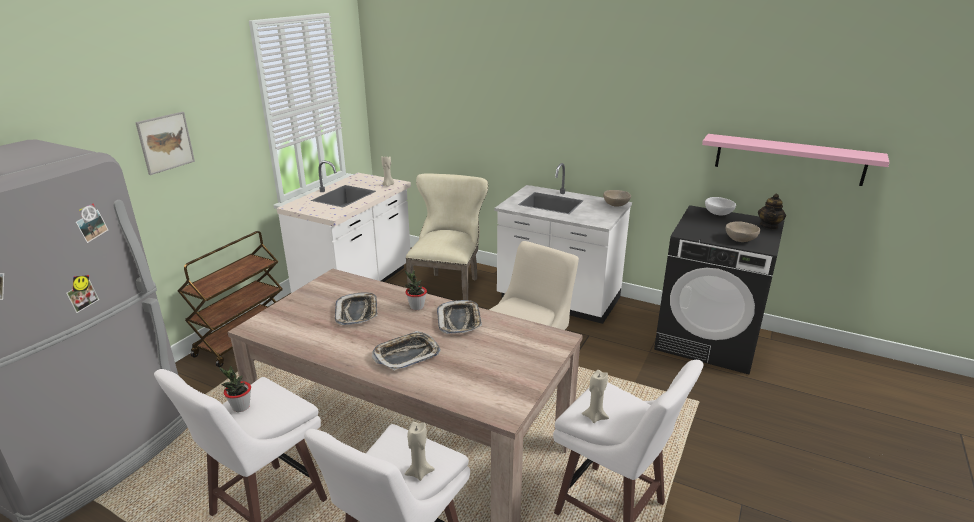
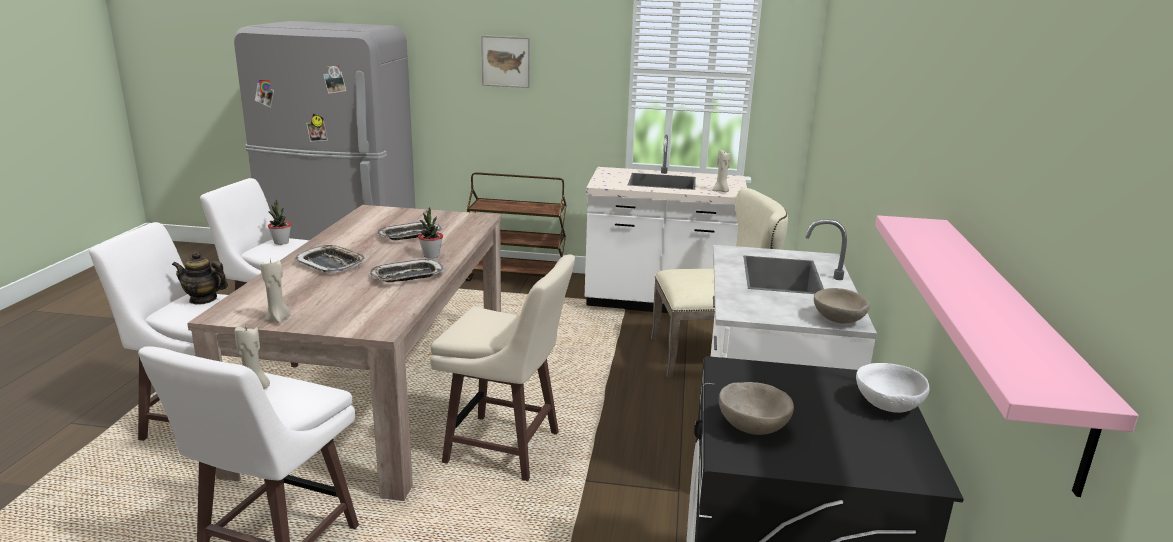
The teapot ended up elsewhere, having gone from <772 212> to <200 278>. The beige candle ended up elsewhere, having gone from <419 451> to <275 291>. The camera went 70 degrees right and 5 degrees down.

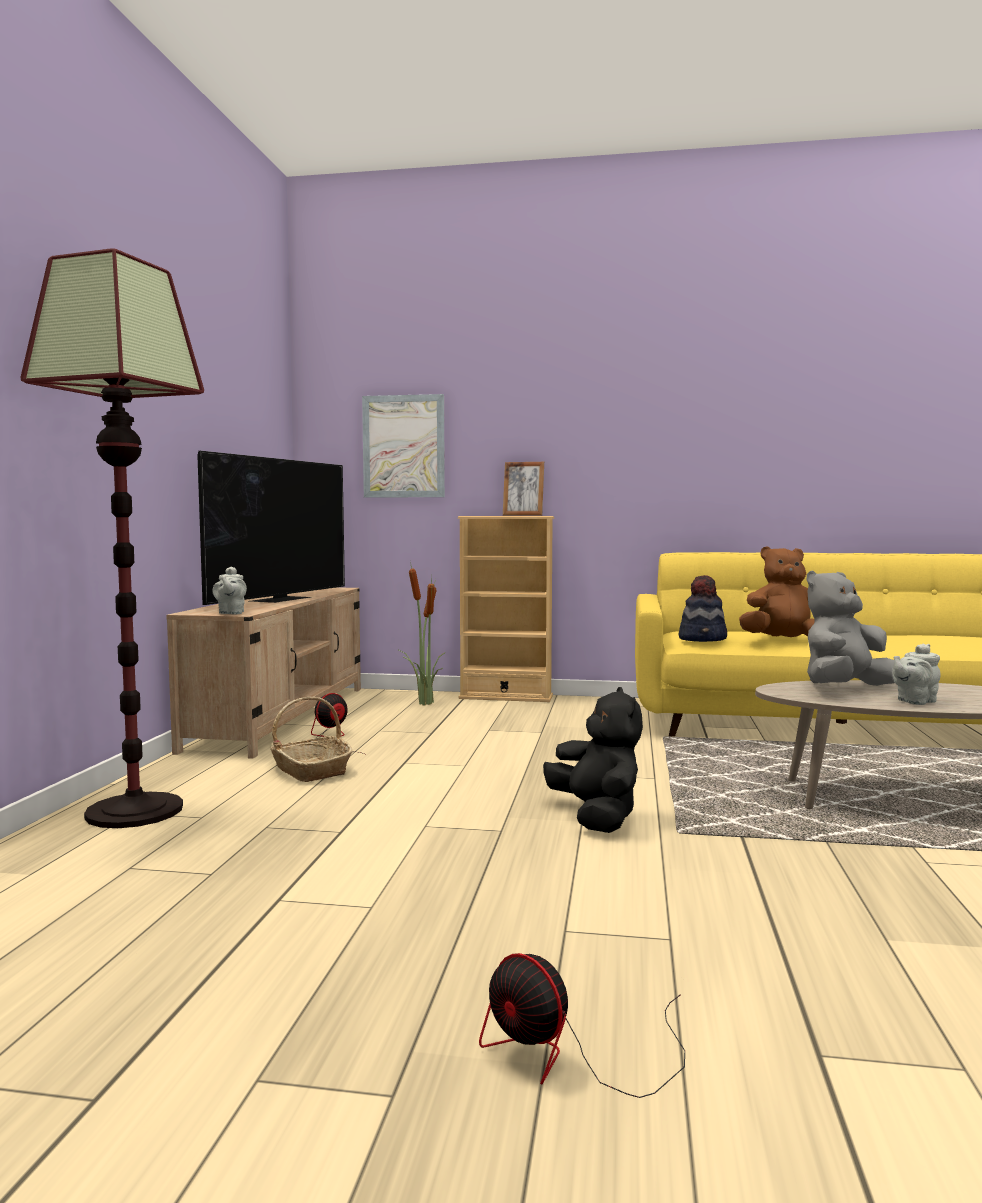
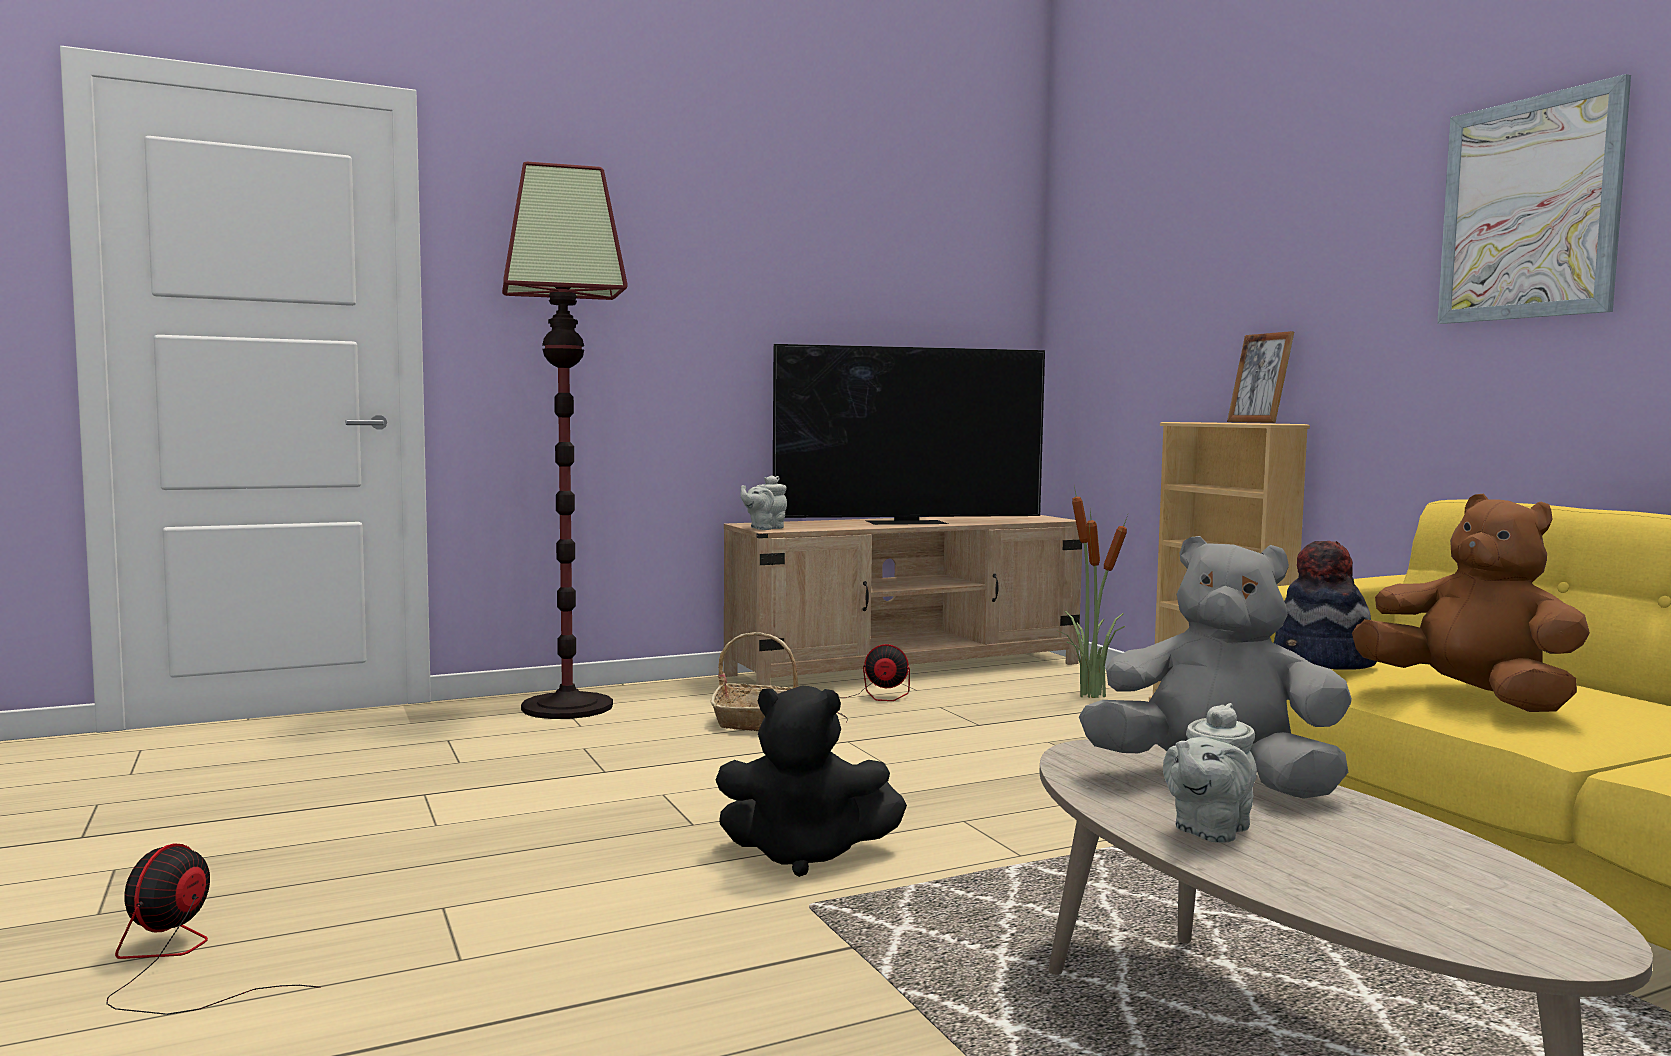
The picture ended up elsewhere, having gone from <403 446> to <1534 199>. The grey teapot at <916 674> ended up facing another way, 75 degrees counterclockwise from before. The black plush toy at <593 760> ended up facing another way, 60 degrees clockwise from before. The camera went 55 degrees right and 0 degrees up.

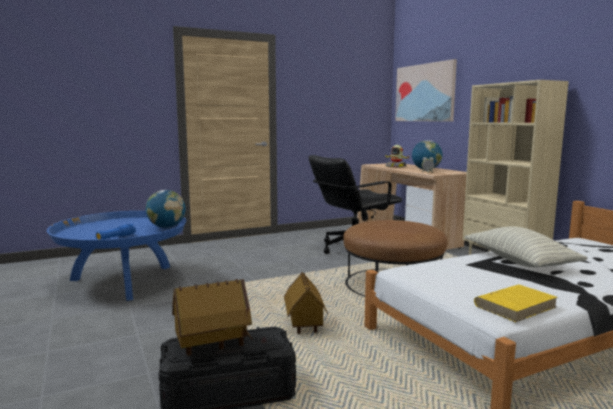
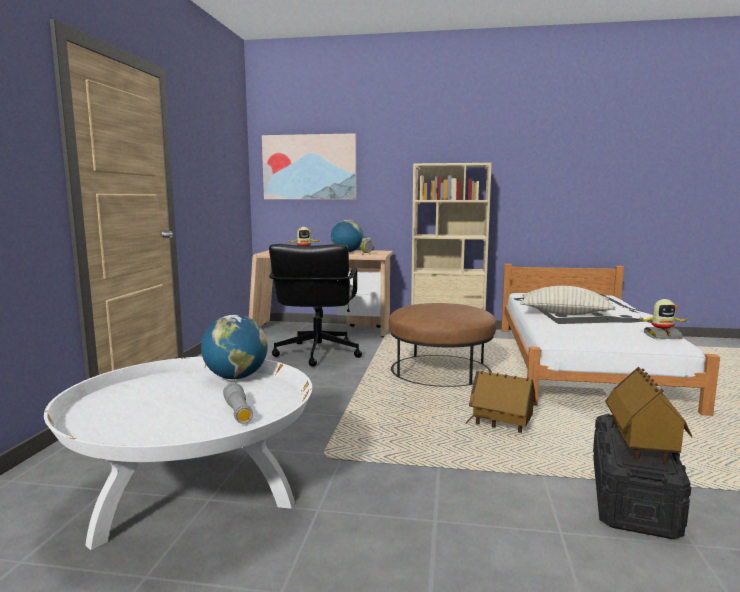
What was the blue coffee table at <116 256> turned into the white coffee table at <178 453>. What was the blue flashlight at <116 232> turned into the grey flashlight at <238 403>. Where the yellow book stood at <516 303>, the toy robot came to stand at <663 319>. The camera went 55 degrees left and 0 degrees up.

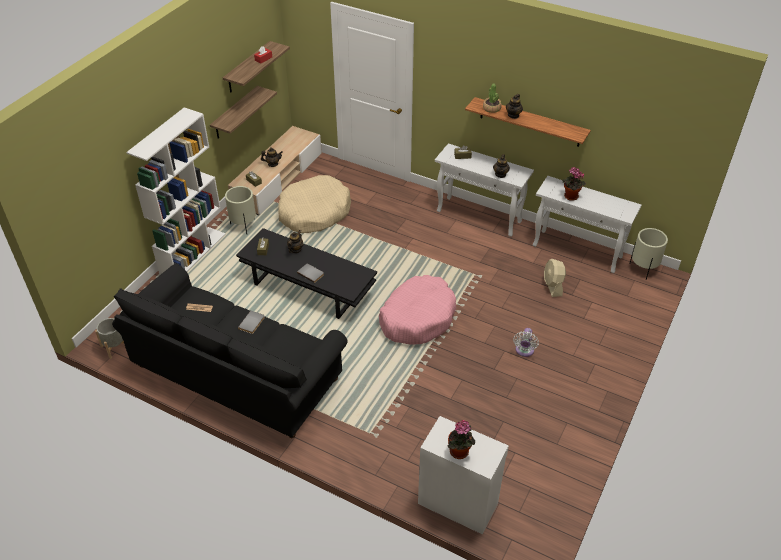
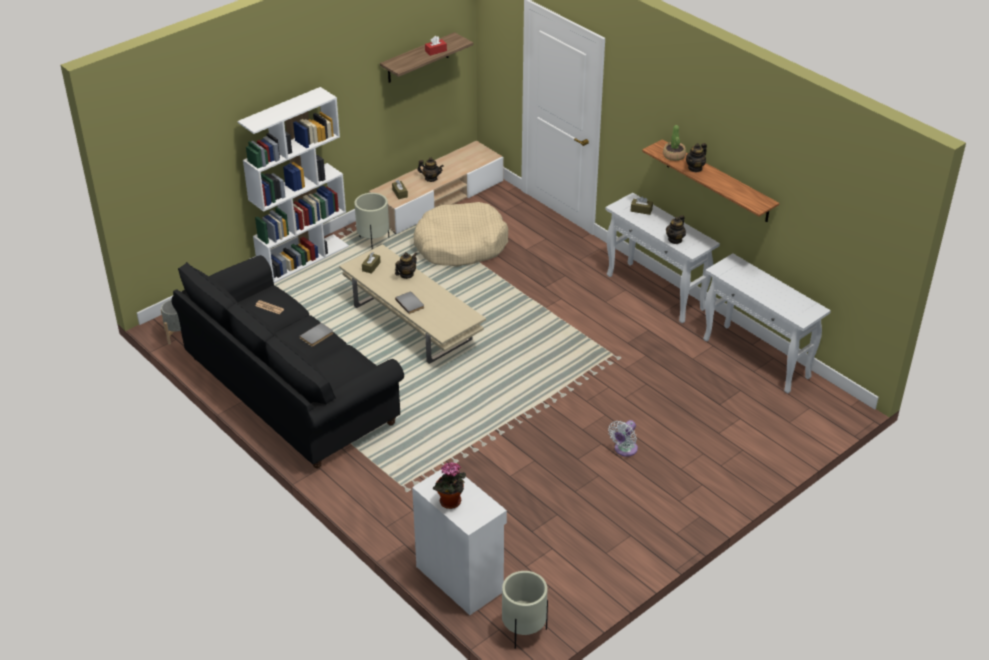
The second view lost the shelf at <243 112>. The second view lost the potted plant at <574 184>. What was the black coffee table at <306 273> turned into the beige coffee table at <412 304>. The beige planter ended up elsewhere, having gone from <648 254> to <525 610>. The second view lost the beige fan at <555 278>. The second view lost the pink dog bed at <417 309>. The camera went 20 degrees right and 5 degrees down.

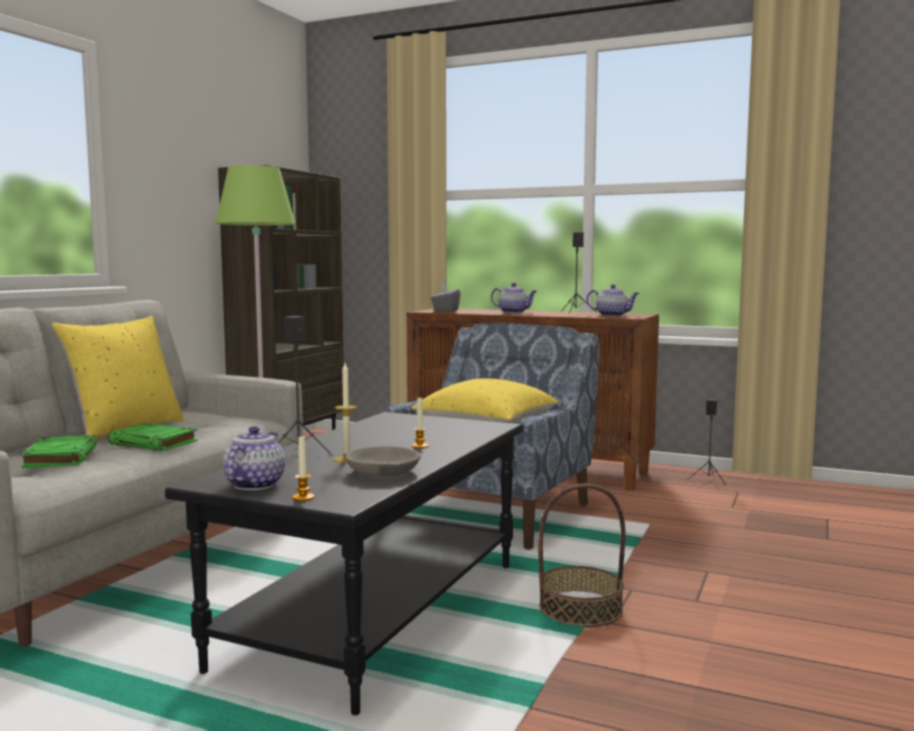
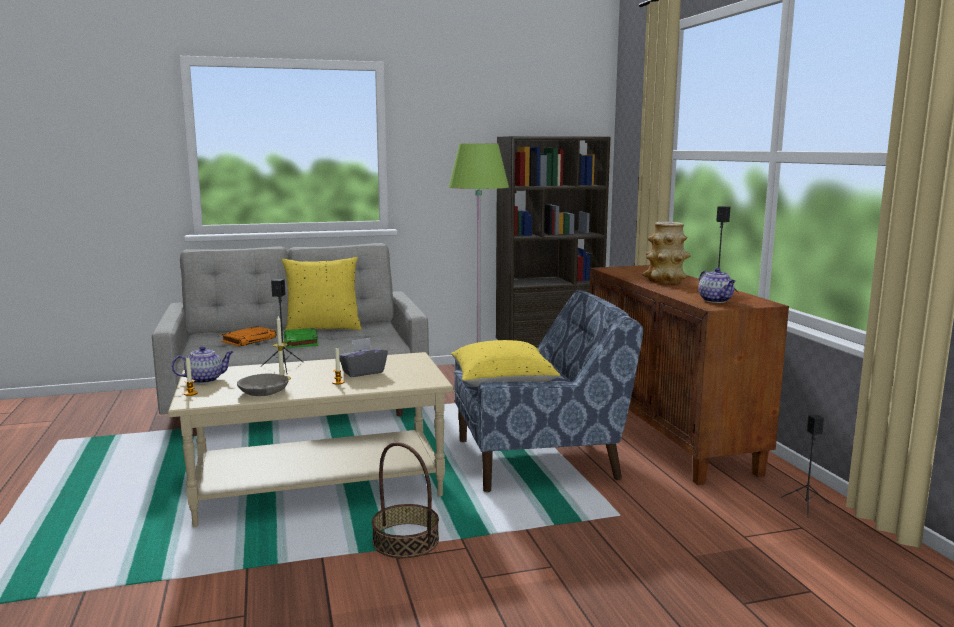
The grey tissue box ended up elsewhere, having gone from <445 297> to <363 357>. Where the teapot stood at <514 298>, the vase came to stand at <666 253>. What was the black coffee table at <344 563> turned into the beige coffee table at <310 439>. What was the green book at <58 451> turned into the orange book at <248 336>. The camera went 50 degrees right and 5 degrees up.

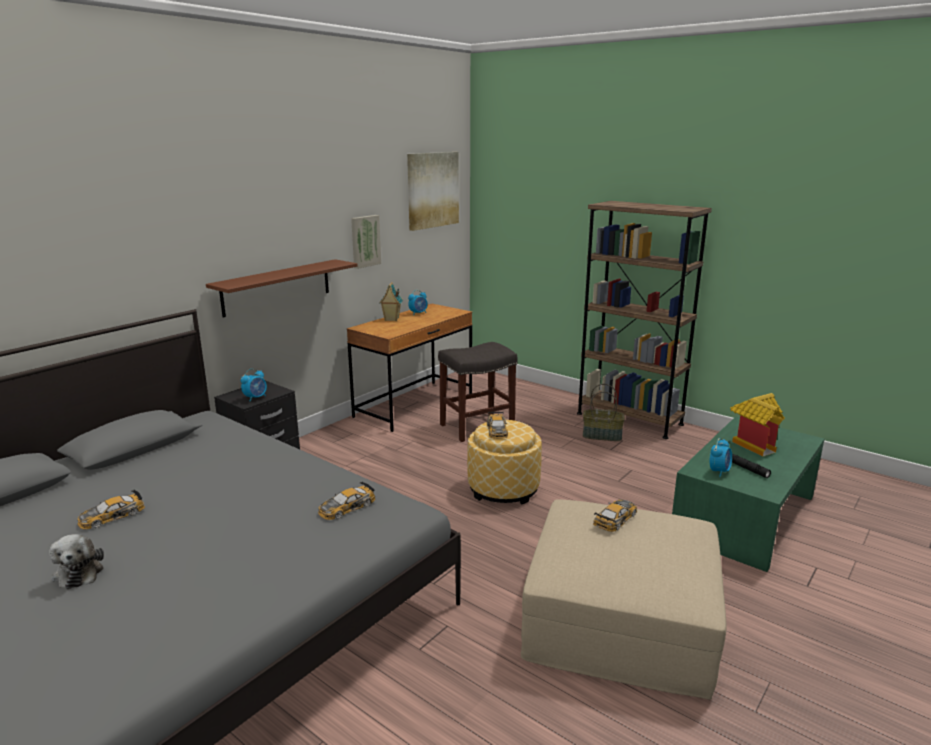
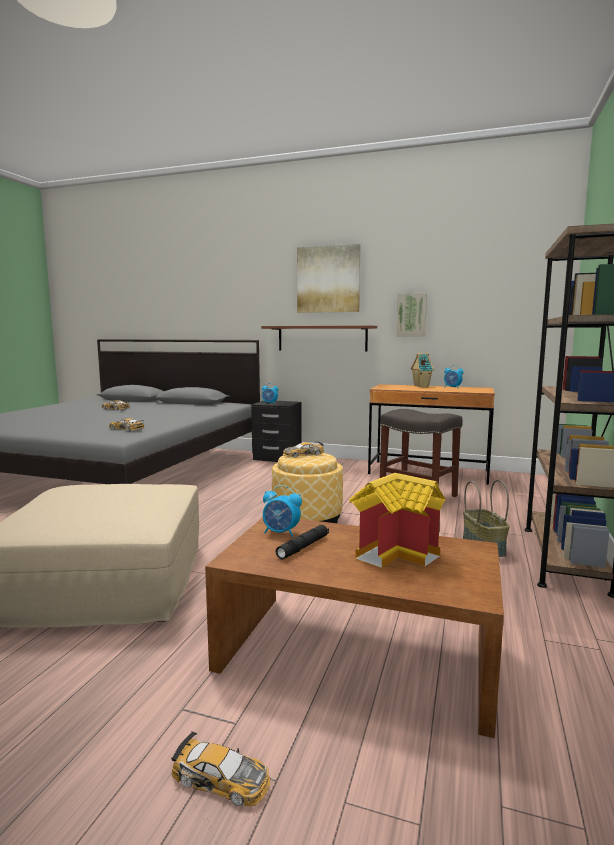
The picture ended up elsewhere, having gone from <433 191> to <328 278>. What was the green coffee table at <748 494> turned into the brown coffee table at <354 627>. The toy car ended up elsewhere, having gone from <615 515> to <220 769>. The second view lost the plush toy at <76 561>. The camera went 70 degrees right and 10 degrees down.

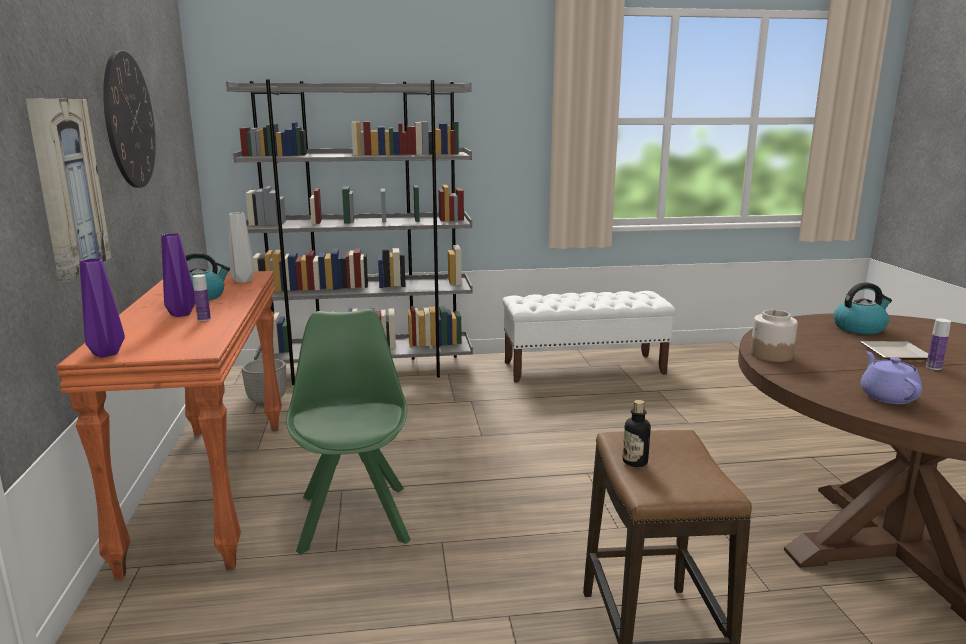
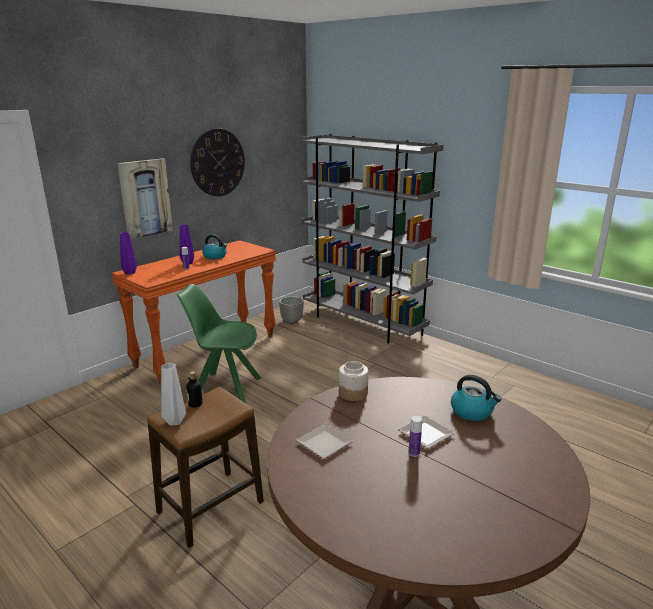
The grey vase ended up elsewhere, having gone from <241 247> to <173 394>. The second view lost the white bench at <589 337>. The green chair at <348 432> ended up facing another way, 120 degrees counterclockwise from before. Where the purple teapot stood at <891 377>, the plate came to stand at <324 441>. The camera went 50 degrees right and 5 degrees up.

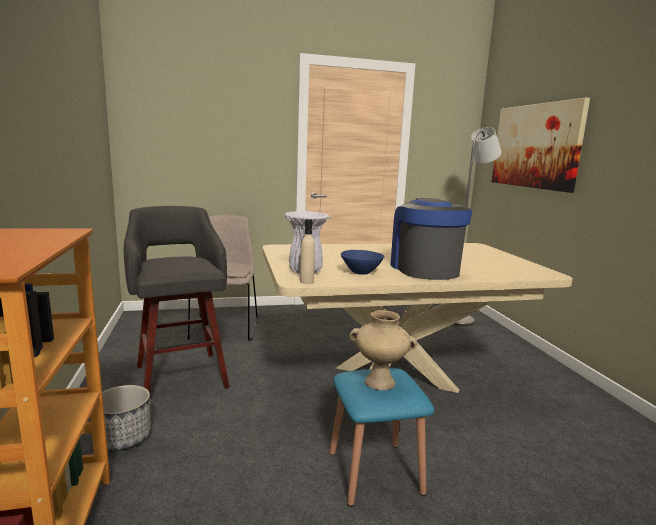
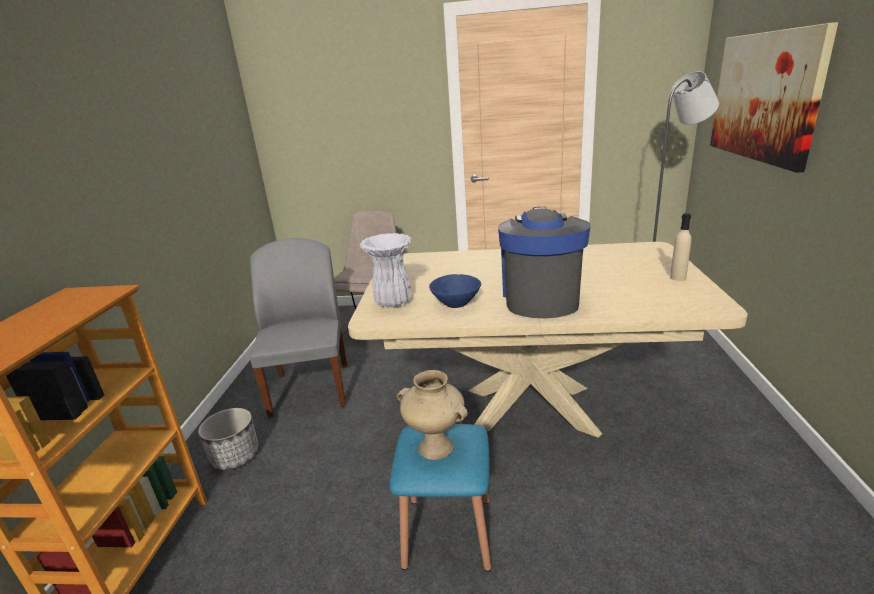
Where the grey stool stood at <177 299>, the grey chair came to stand at <298 328>. The beige bottle ended up elsewhere, having gone from <307 251> to <680 247>. The camera went 20 degrees right and 10 degrees up.

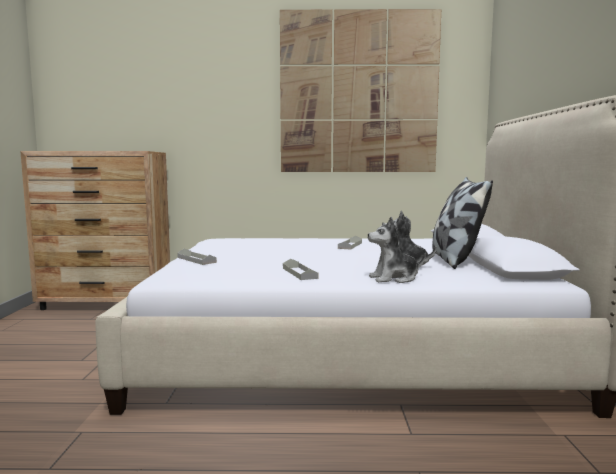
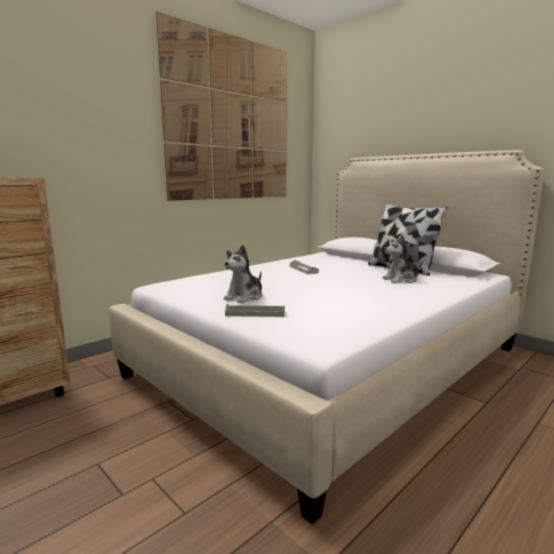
The plush toy ended up elsewhere, having gone from <397 250> to <243 274>. The second view lost the grey tray at <300 269>. The camera went 45 degrees left and 5 degrees up.

